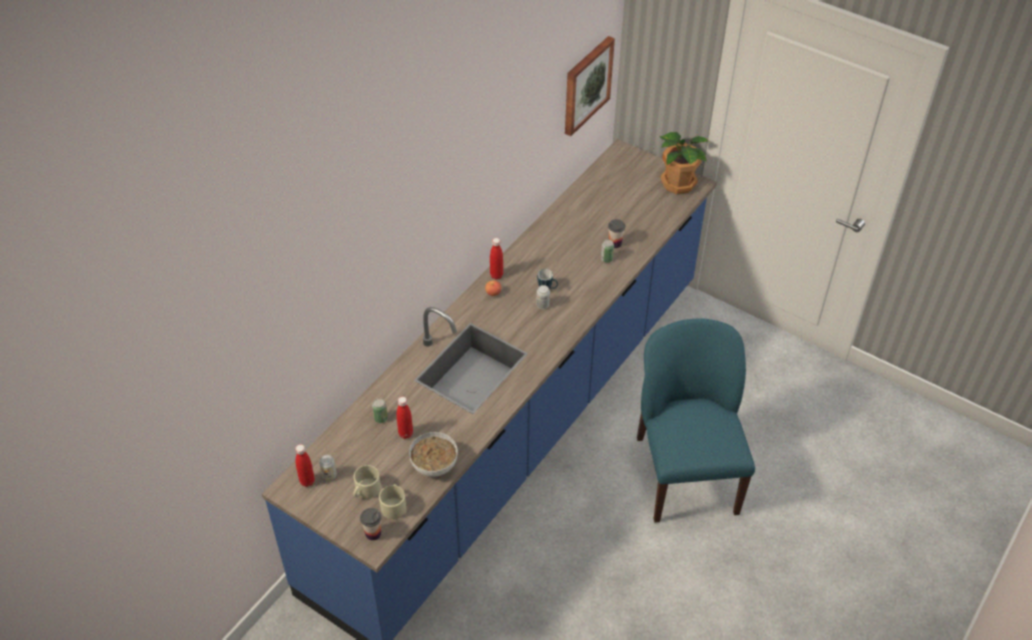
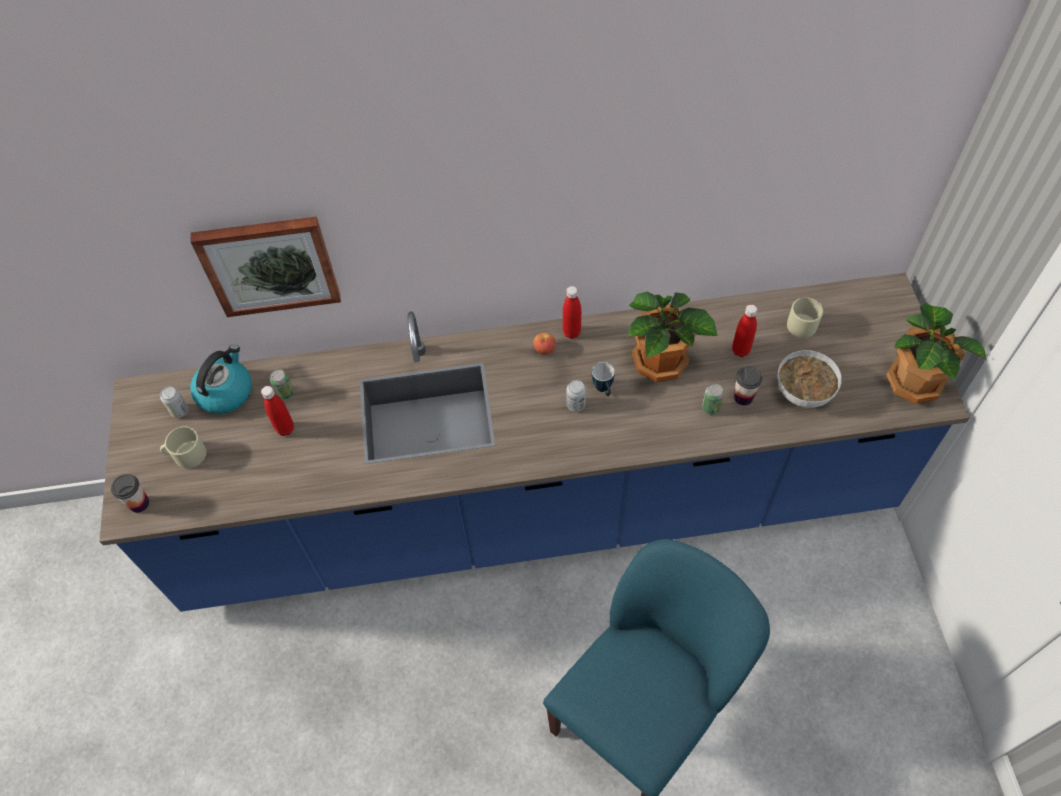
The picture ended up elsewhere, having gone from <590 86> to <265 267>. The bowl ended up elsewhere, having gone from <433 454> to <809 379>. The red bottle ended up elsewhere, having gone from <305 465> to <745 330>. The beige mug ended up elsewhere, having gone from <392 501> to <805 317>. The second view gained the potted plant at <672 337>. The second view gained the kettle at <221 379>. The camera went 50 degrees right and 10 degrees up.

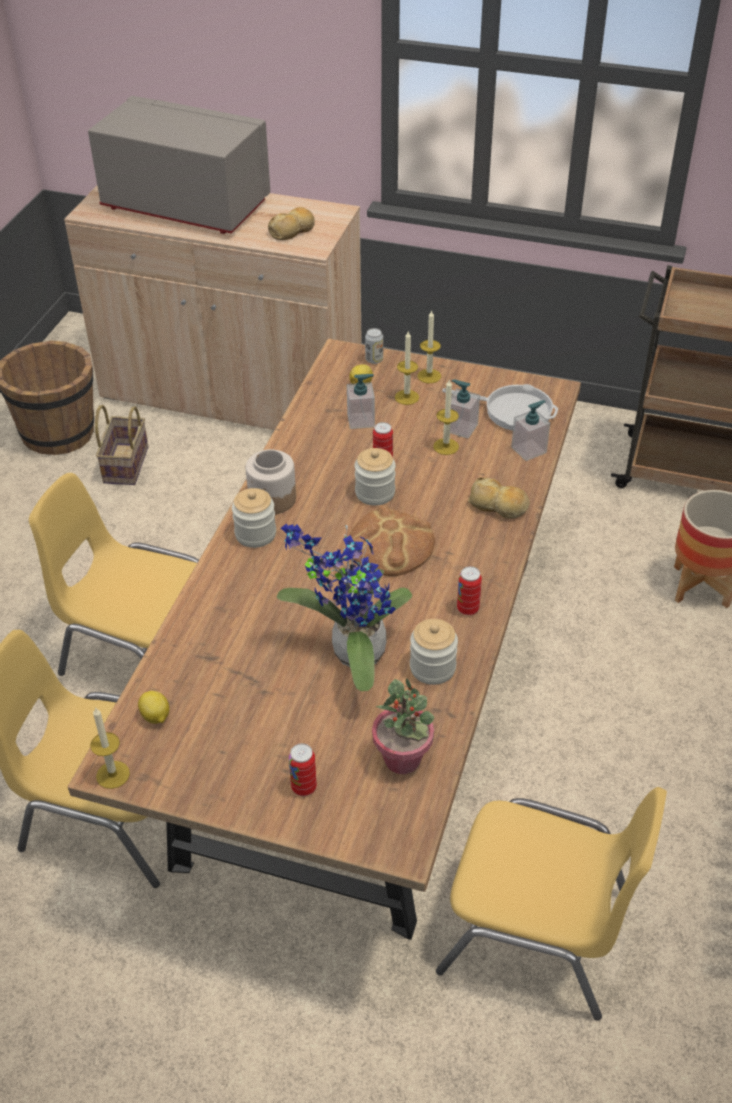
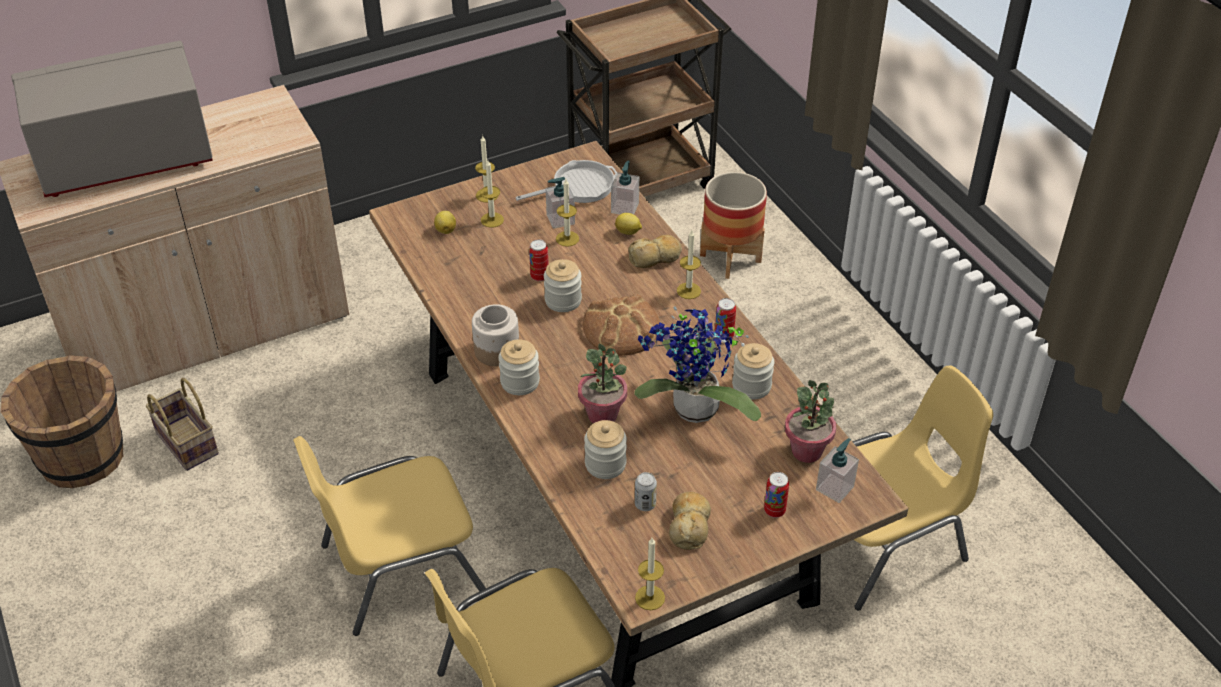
The bread ended up elsewhere, having gone from <291 223> to <690 521>. The can ended up elsewhere, having gone from <374 346> to <646 491>. The soap dispenser ended up elsewhere, having gone from <361 401> to <837 470>. The lemon ended up elsewhere, having gone from <153 707> to <628 224>. The second view gained the candle at <689 265>. The second view gained the potted plant at <602 384>. The second view gained the jar at <605 449>. The camera went 45 degrees left and 0 degrees up.

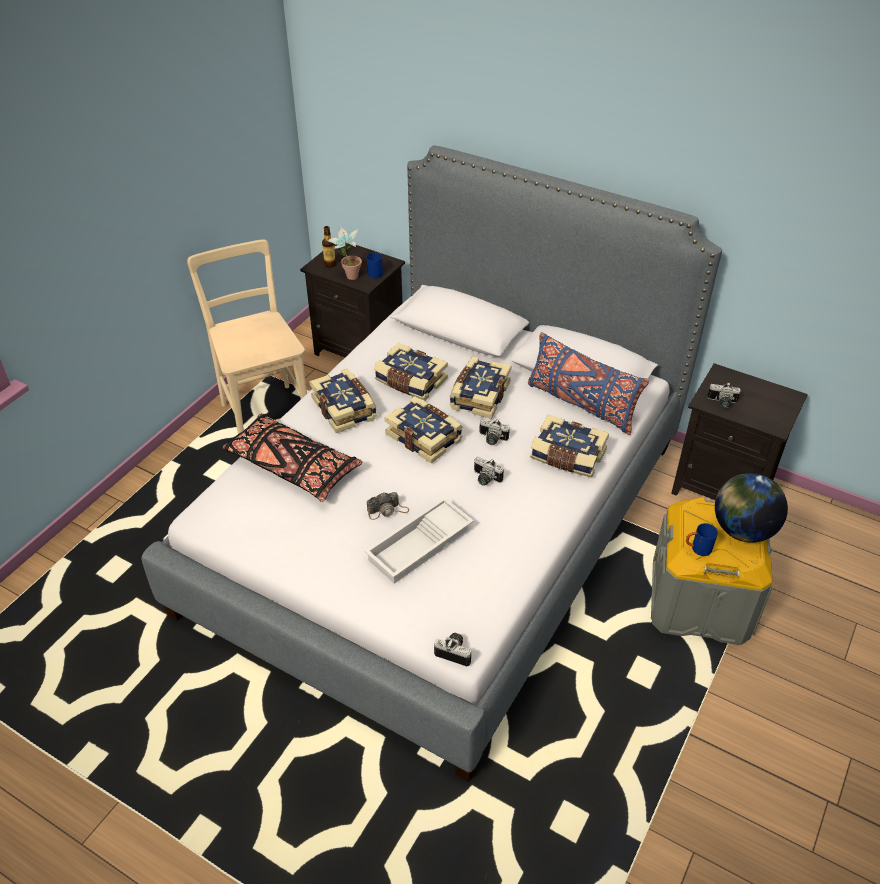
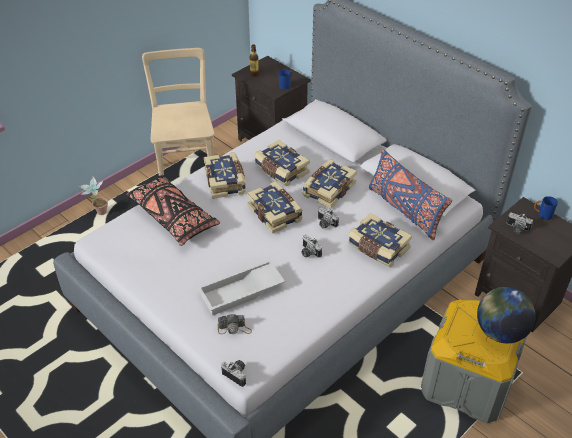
The potted plant ended up elsewhere, having gone from <344 253> to <93 196>. The photo camera ended up elsewhere, having gone from <388 506> to <235 324>. The blue mug ended up elsewhere, having gone from <702 539> to <546 208>. The camera went 15 degrees right and 0 degrees up.

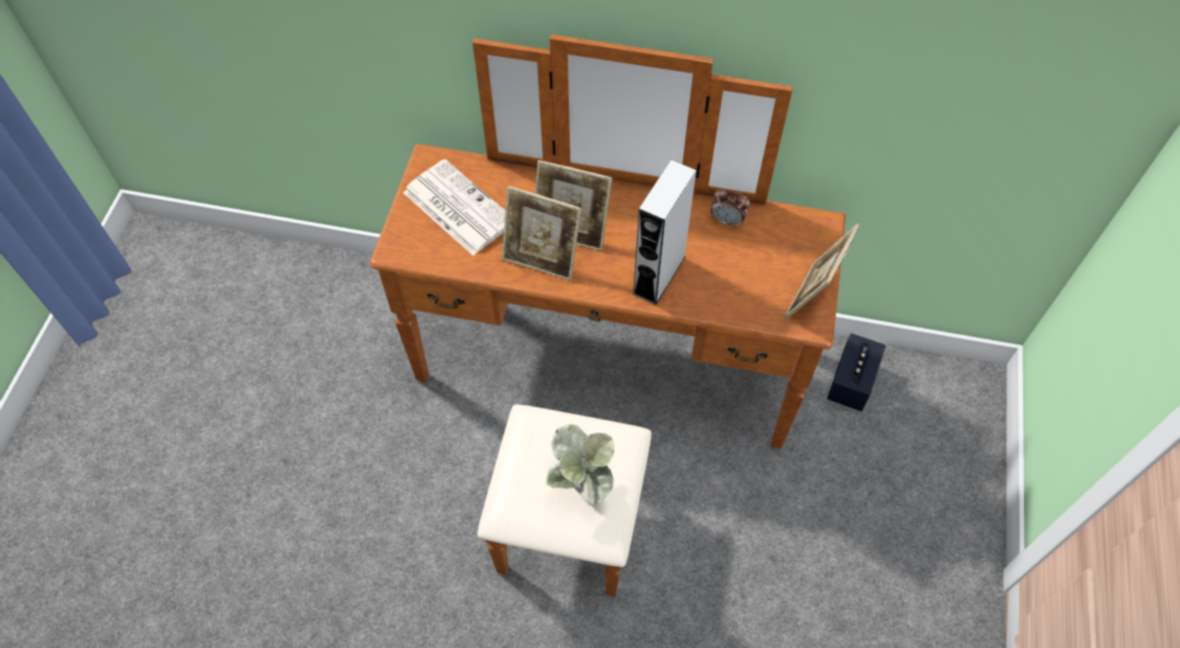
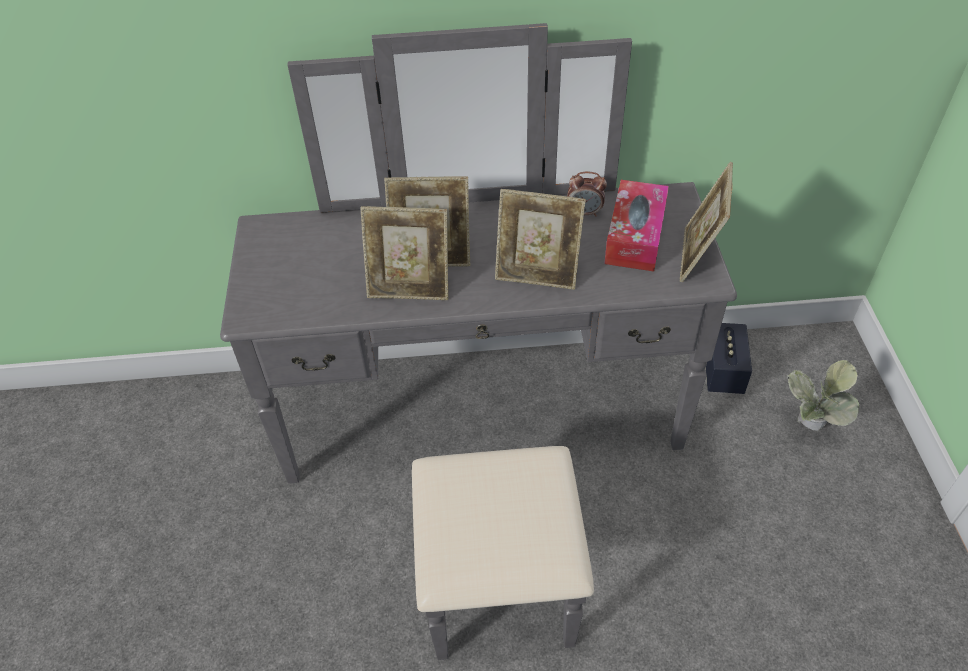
What was the brown dresser at <608 315> turned into the grey dresser at <478 341>. The second view lost the newspaper at <454 207>. Where the grey speaker stood at <664 232>, the picture frame came to stand at <540 239>. The potted plant ended up elsewhere, having gone from <580 464> to <823 395>. The second view gained the tissue box at <636 226>. The camera went 15 degrees left and 10 degrees down.

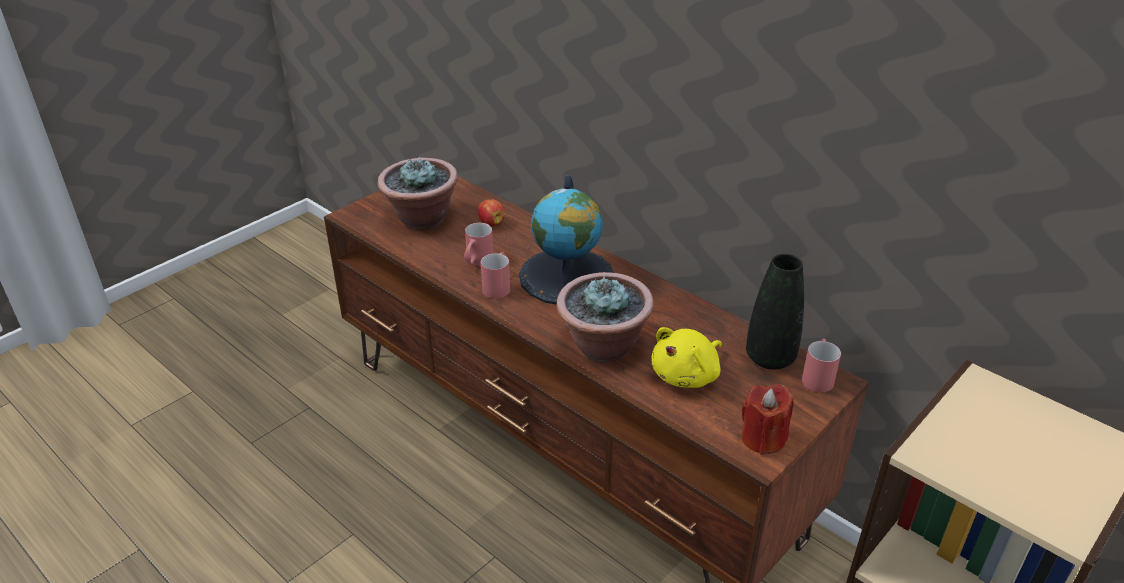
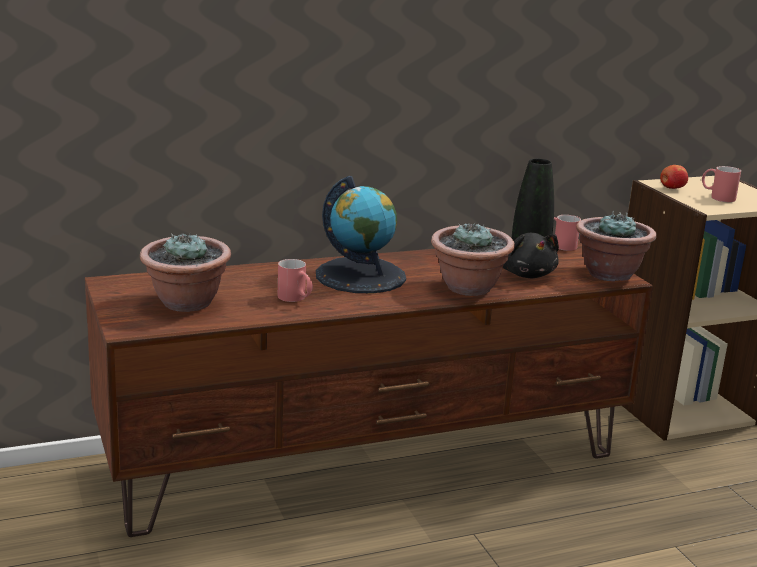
The apple ended up elsewhere, having gone from <491 212> to <674 177>. The red mug ended up elsewhere, having gone from <495 275> to <721 184>. What was the yellow plush toy at <686 357> turned into the black plush toy at <531 255>. Where the red candle stood at <767 419>, the potted plant came to stand at <616 246>. The camera went 65 degrees left and 15 degrees down.

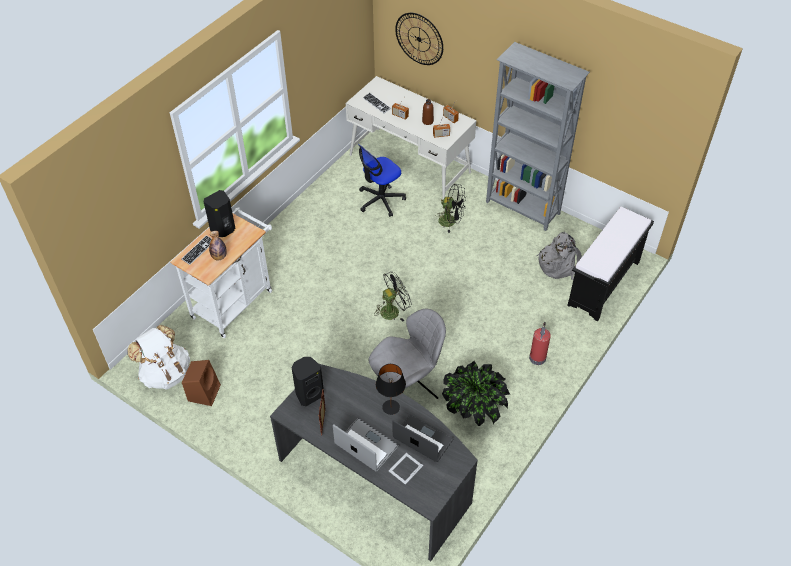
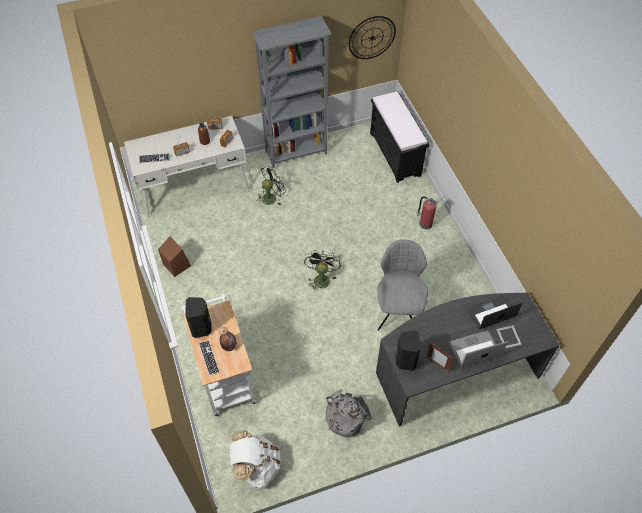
The wall clock ended up elsewhere, having gone from <419 39> to <372 37>. The second view lost the office chair at <382 180>. The grey backpack ended up elsewhere, having gone from <559 256> to <348 413>. The brown speaker ended up elsewhere, having gone from <201 383> to <174 256>. The second view lost the potted plant at <476 393>. The second view lost the black table lamp at <391 389>. The camera went 55 degrees left and 5 degrees up.

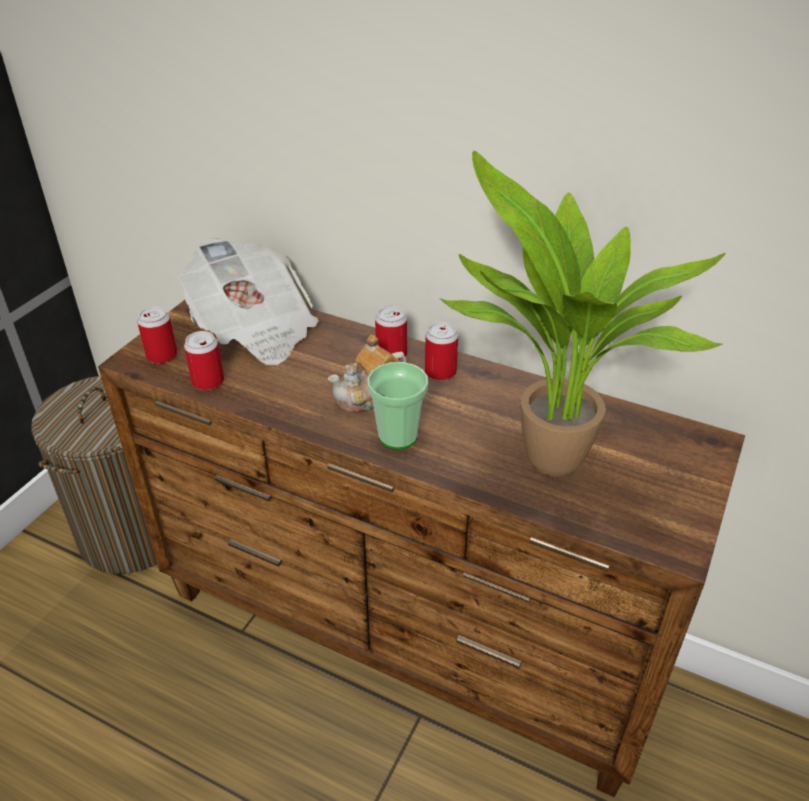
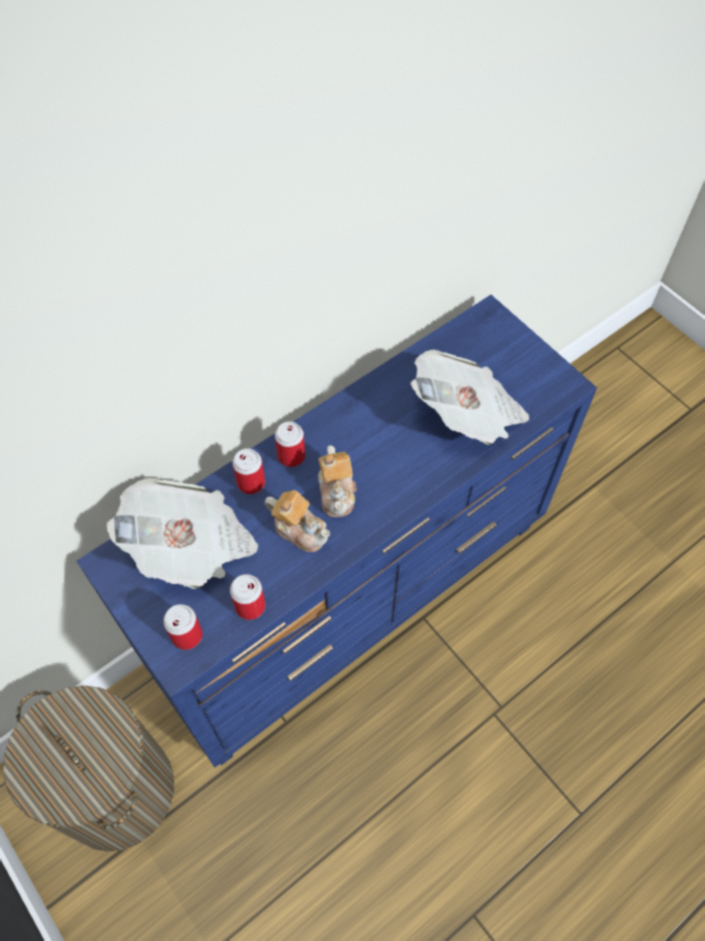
Where the potted plant stood at <583 314>, the newspaper came to stand at <469 397>. What was the brown dresser at <421 548> turned into the blue dresser at <336 531>. The can ended up elsewhere, having gone from <441 351> to <248 471>. The second view lost the cup at <398 405>. The second view gained the teapot at <297 521>. The camera went 65 degrees left and 20 degrees up.

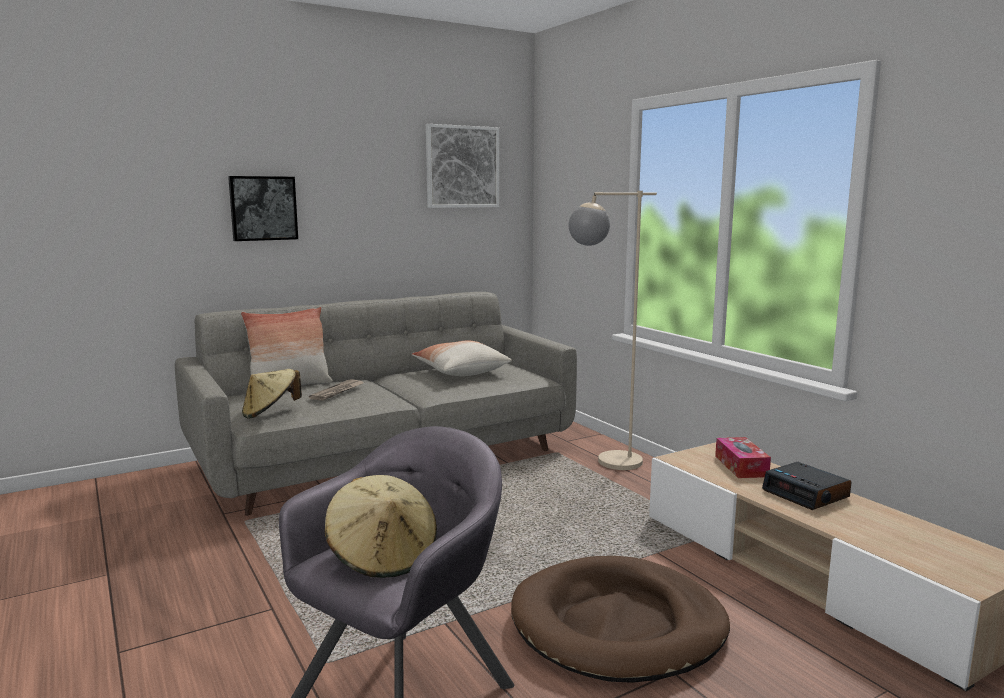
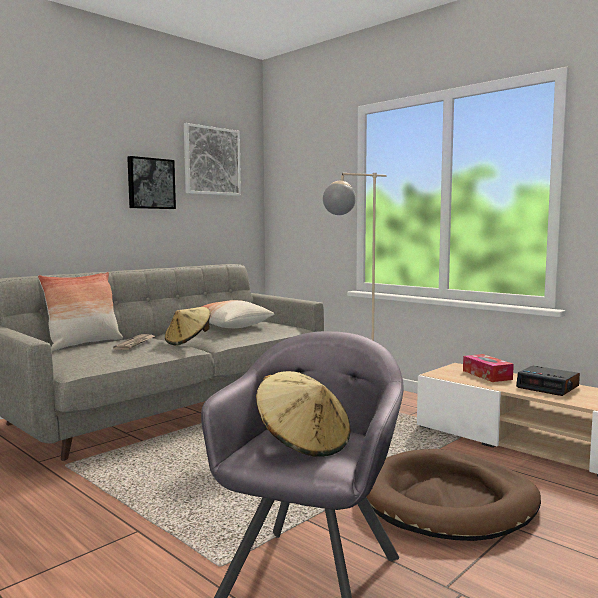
The picture ended up elsewhere, having gone from <263 208> to <151 182>. The beige hat ended up elsewhere, having gone from <272 394> to <188 326>. The camera went 15 degrees left and 5 degrees down.

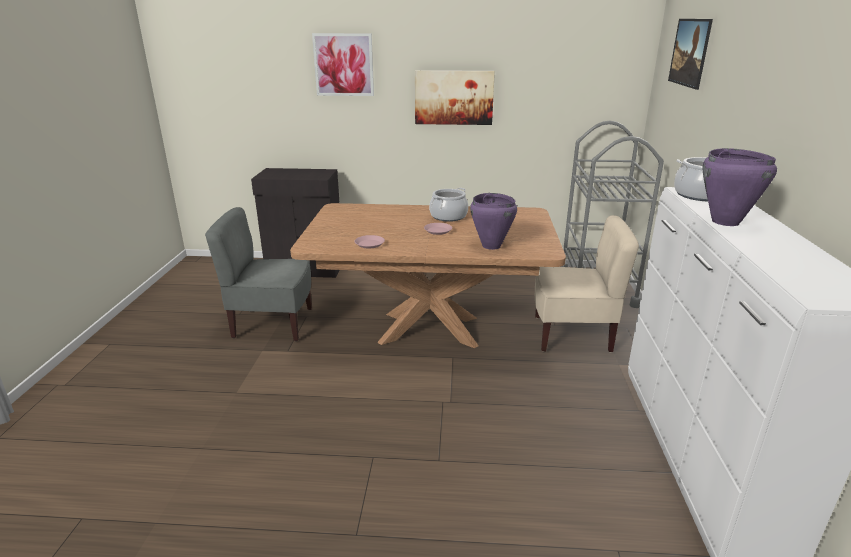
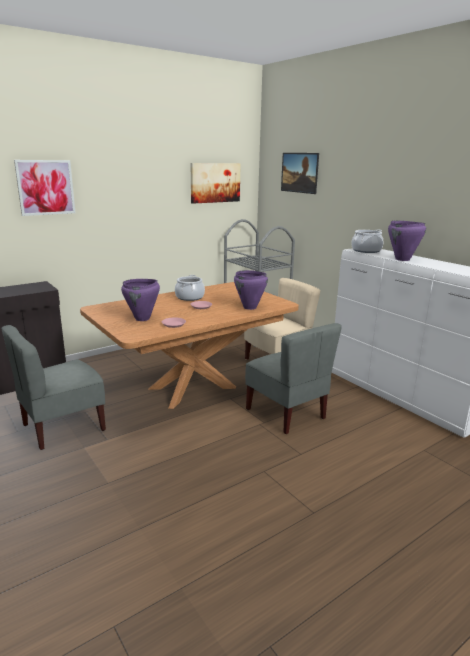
The picture ended up elsewhere, having gone from <455 97> to <215 183>. The second view gained the purple cooking pot at <140 300>. The second view gained the grey chair at <293 378>. The camera went 40 degrees left and 5 degrees down.

